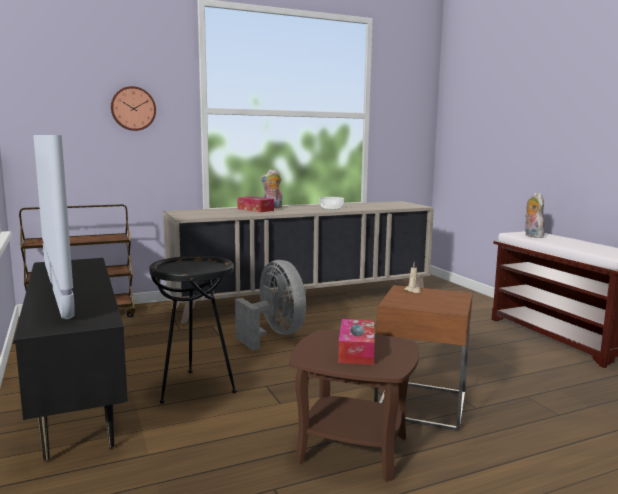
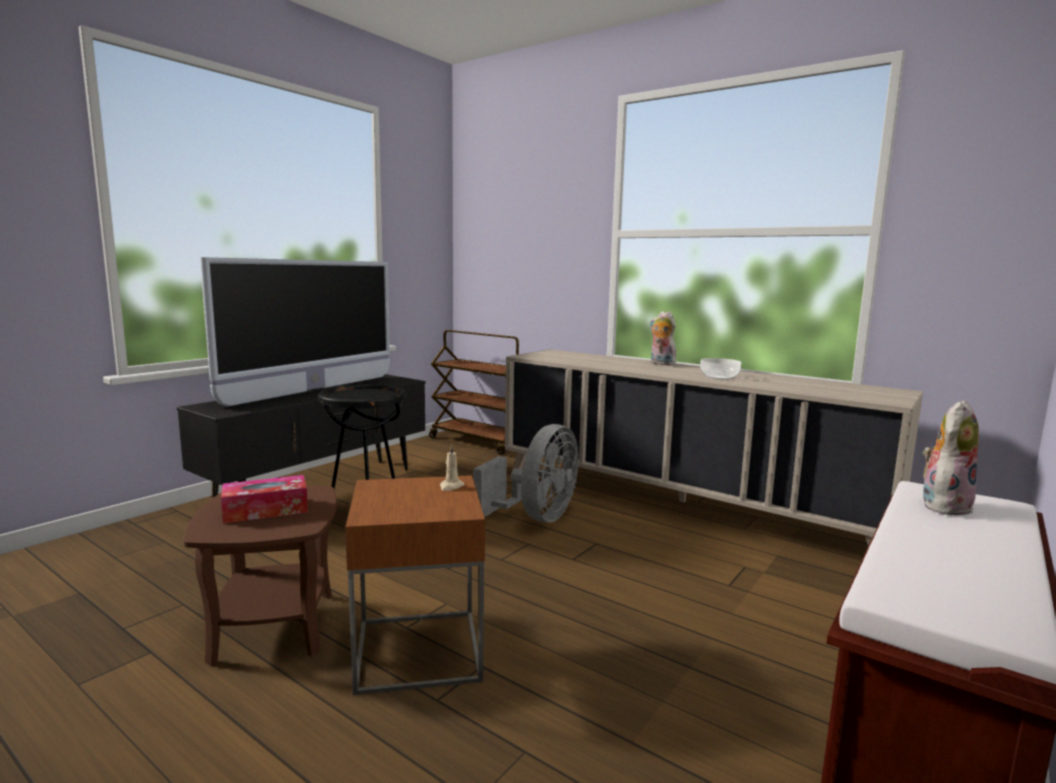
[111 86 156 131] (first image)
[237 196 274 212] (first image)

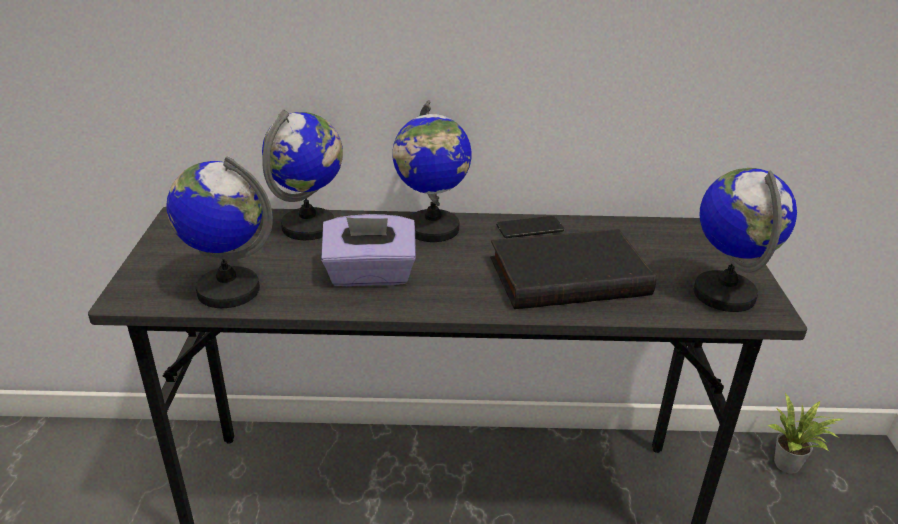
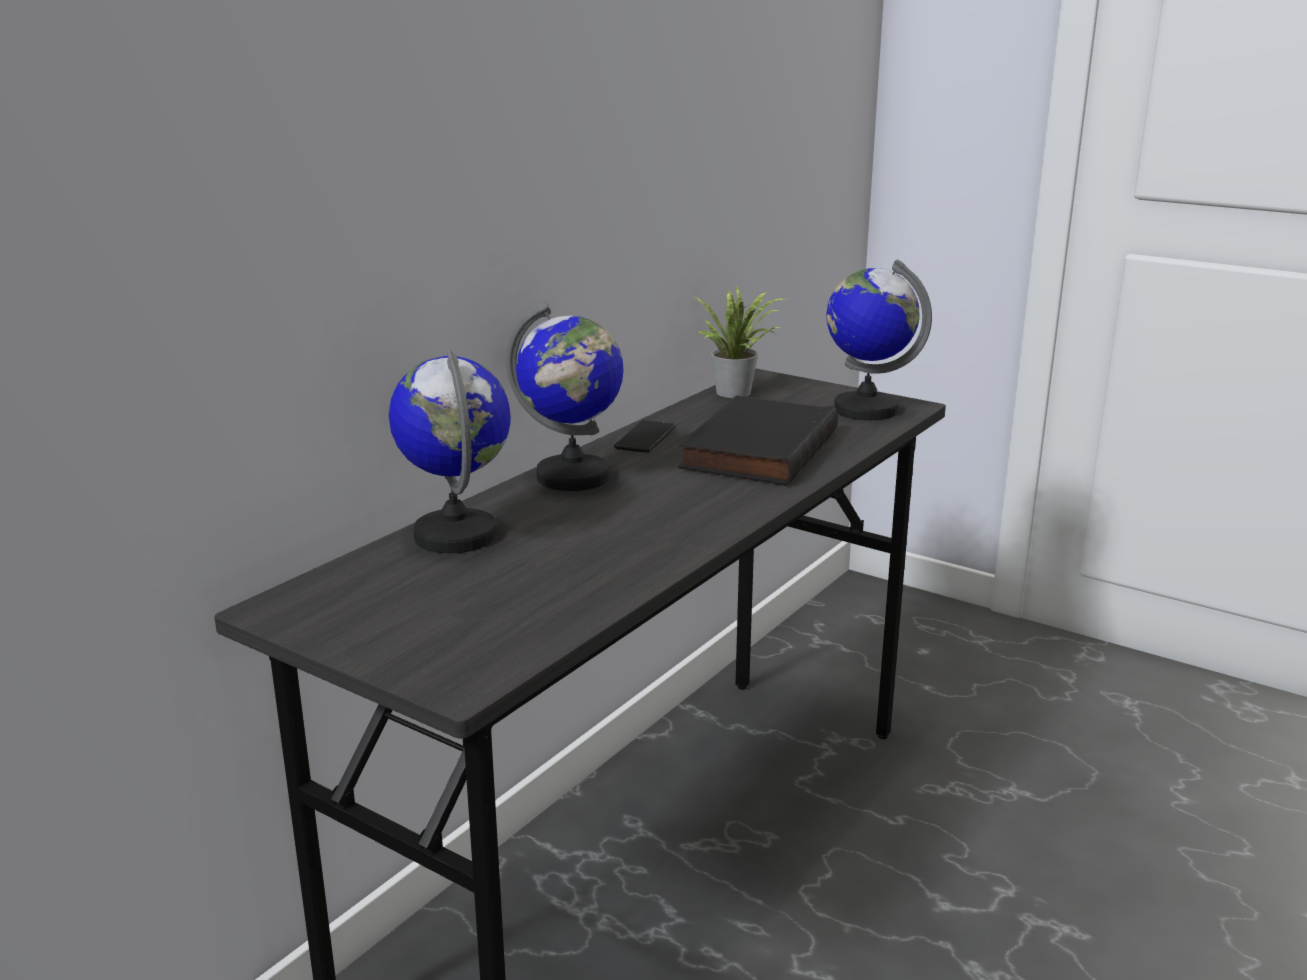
[692 286 788 398]
[167 156 273 308] (first image)
[321 214 416 286] (first image)

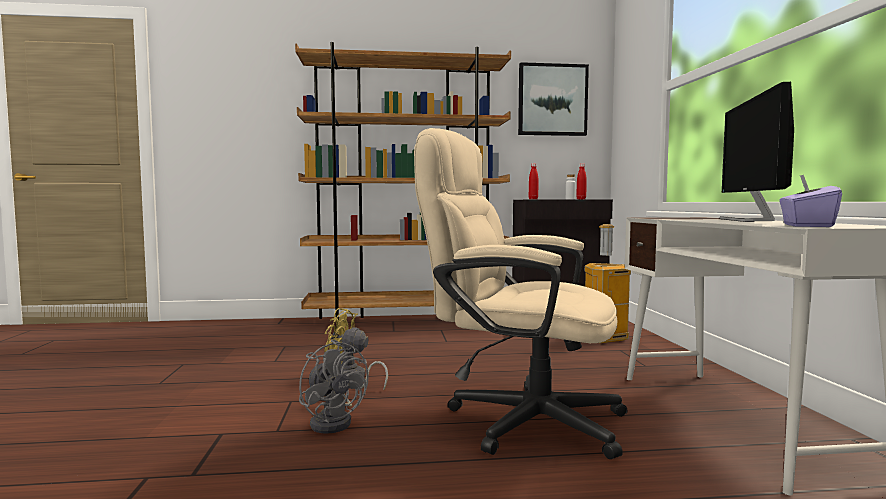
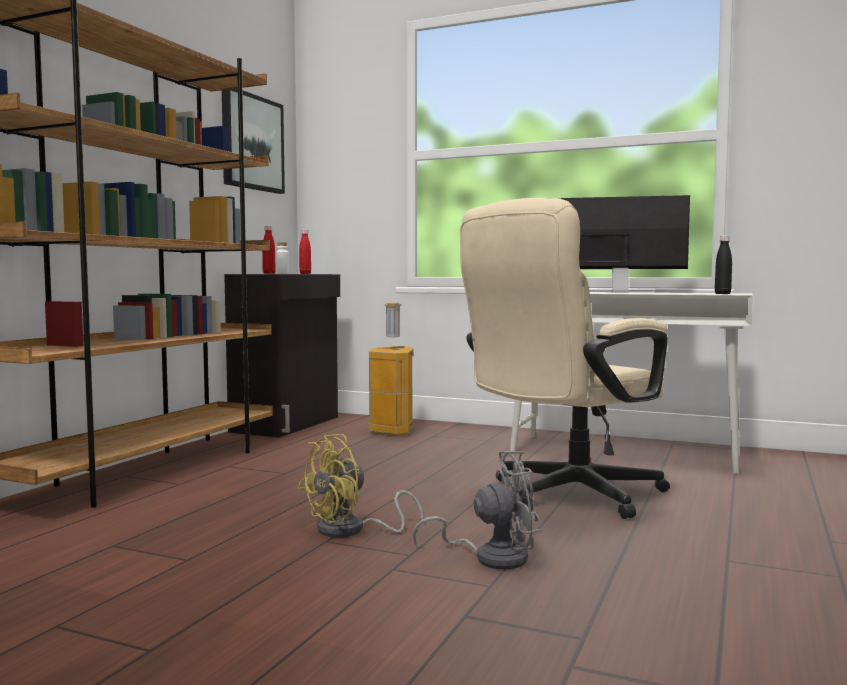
[559 195 690 293]
[715 236 732 294]

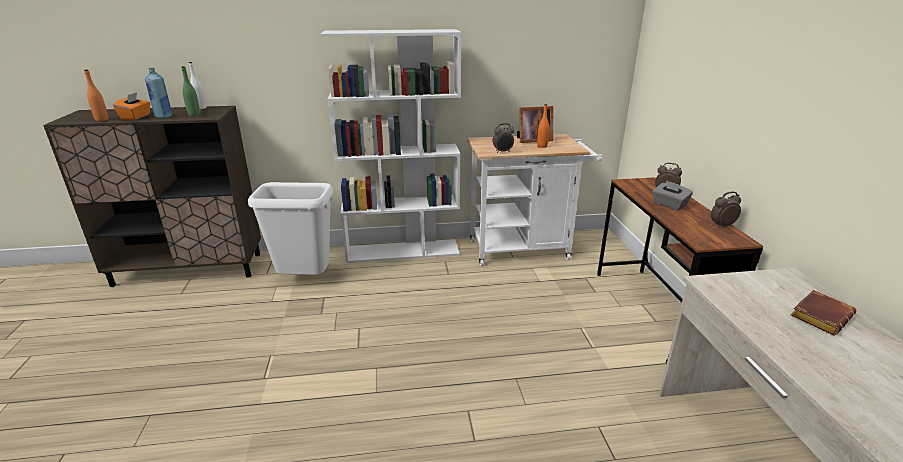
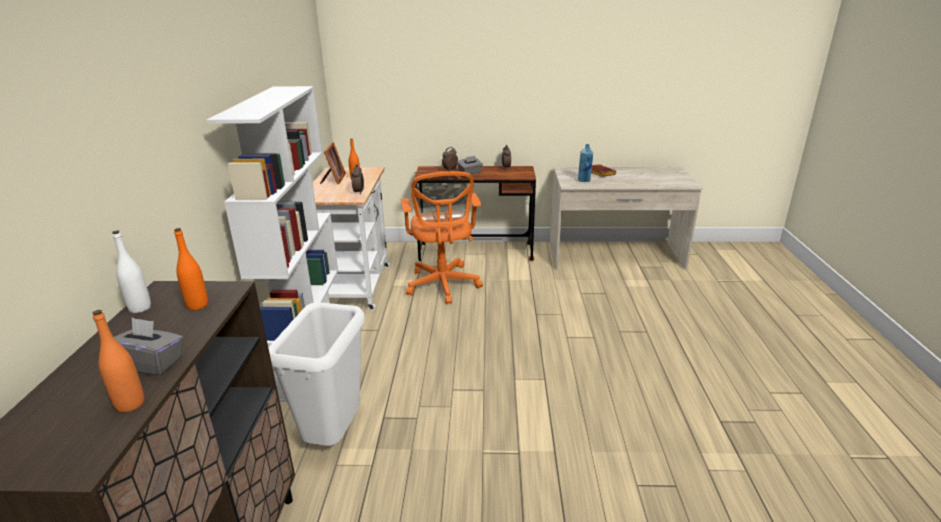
[114 318 184 376]
[174 228 208 310]
[401 171 483 304]
[578 144 593 182]

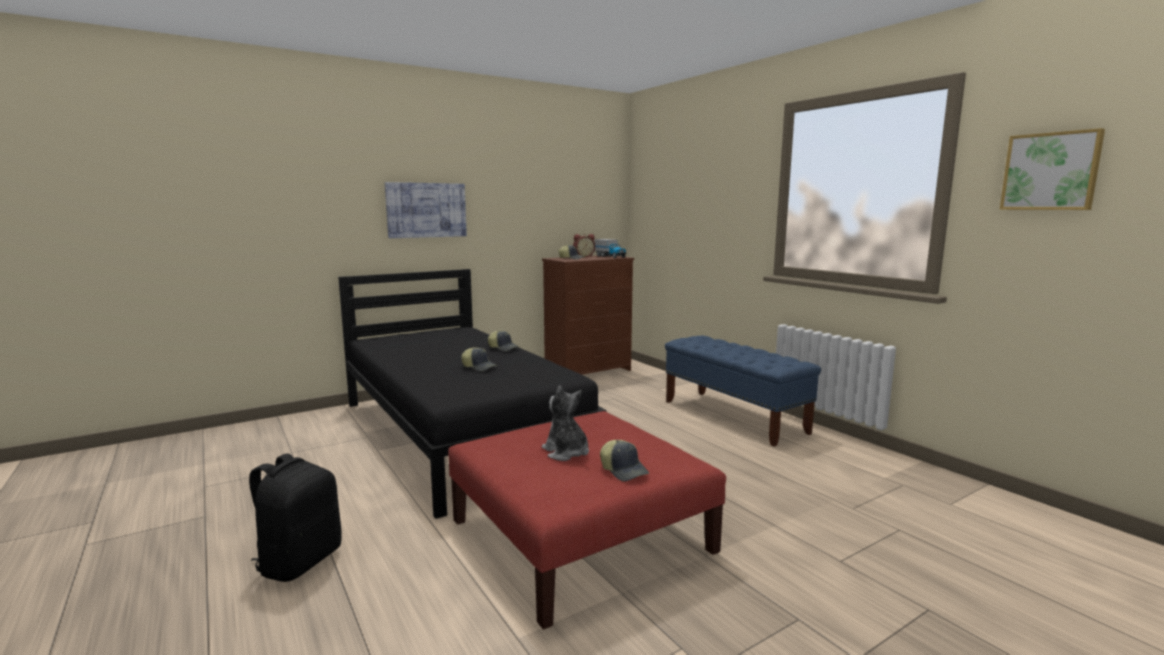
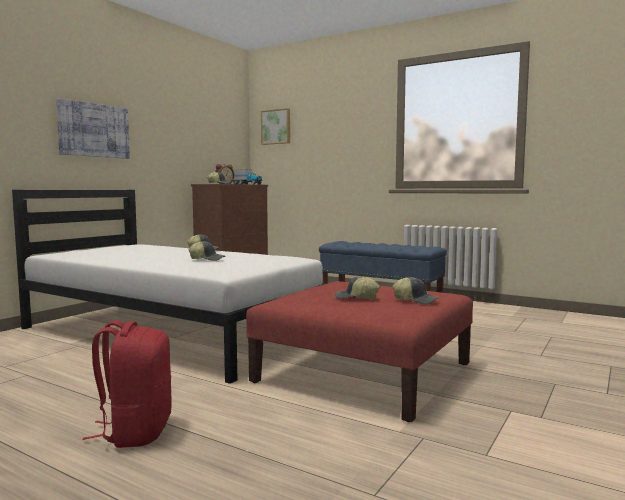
[12 190 325 384]
[83 320 172 448]
[261 108 290 145]
[335 276 380 299]

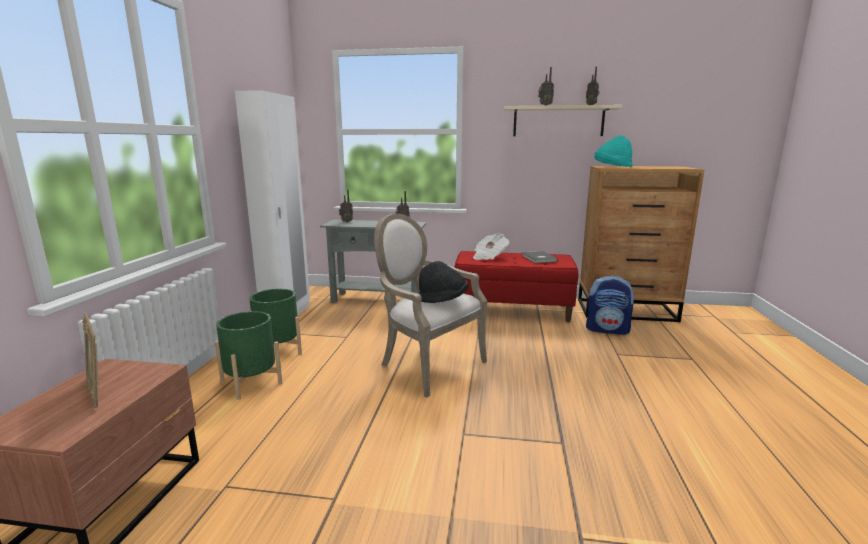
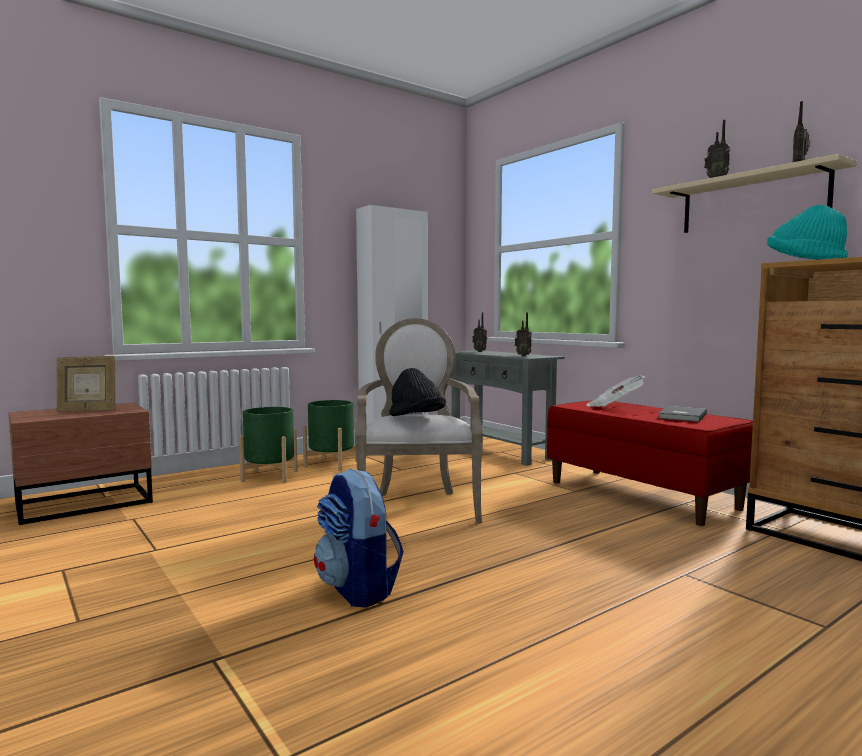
[57 356 115 411]
[314 469 404 608]

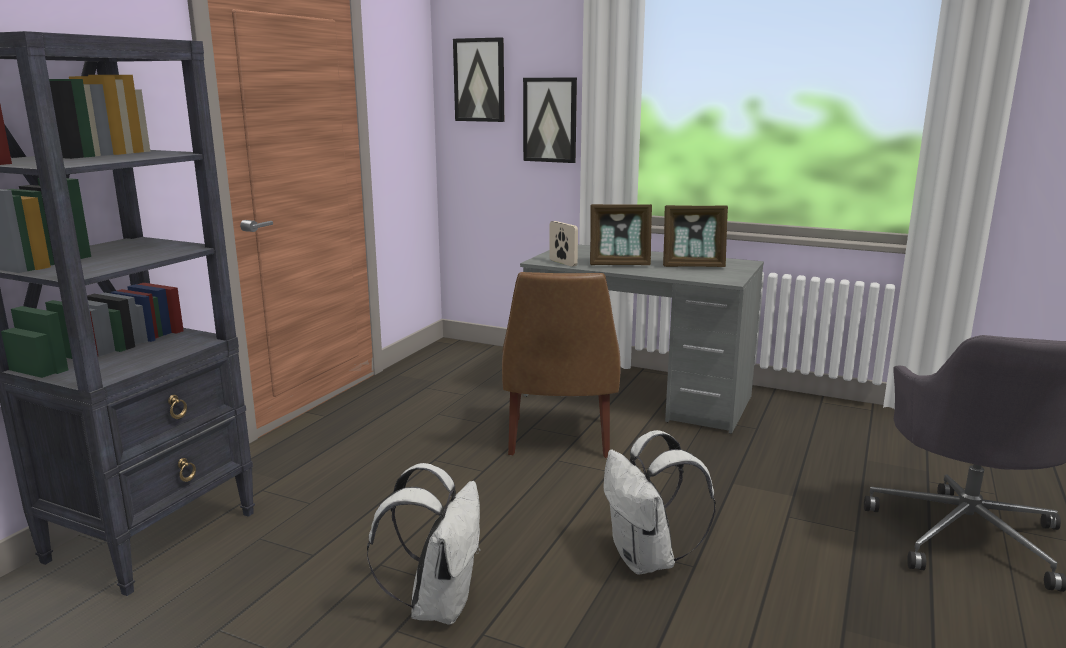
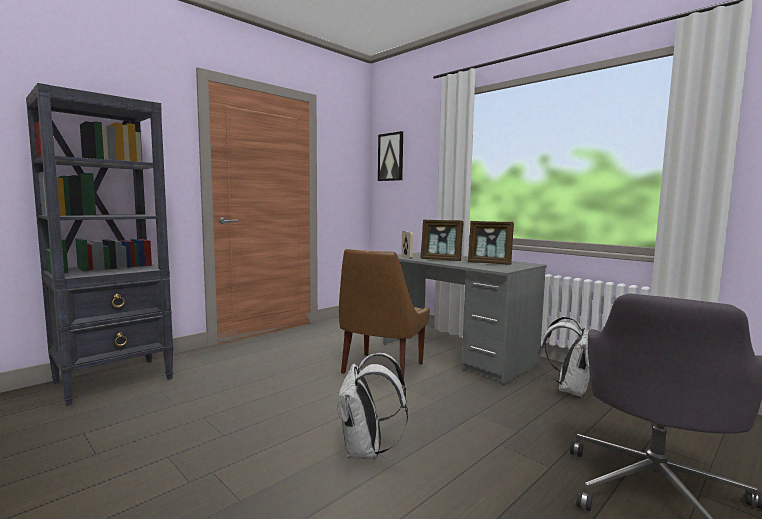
[538 316 590 397]
[523 78 577 163] (first image)

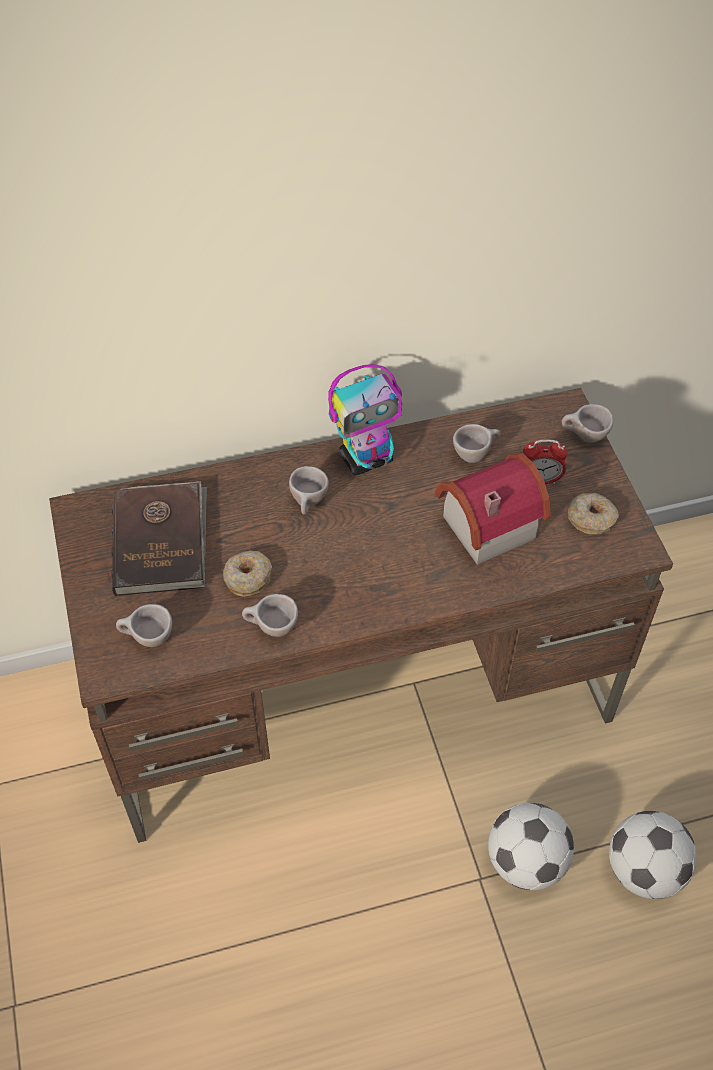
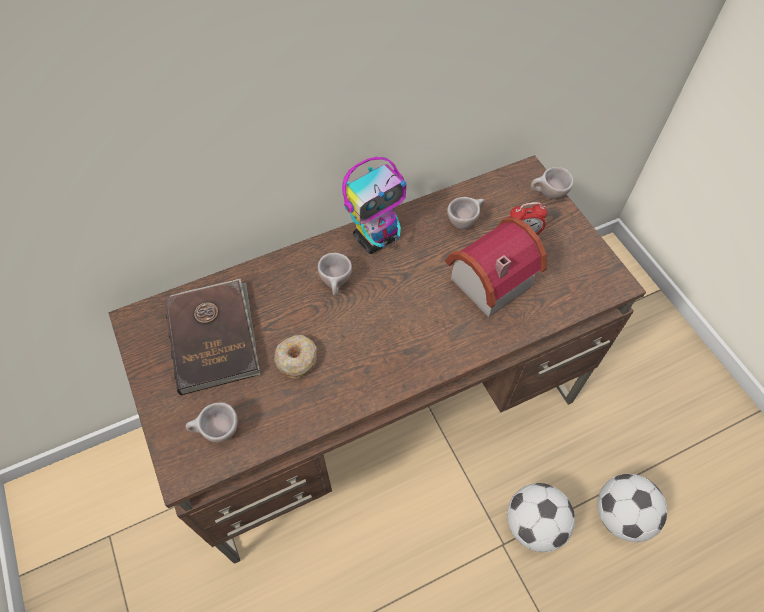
[242 594 298 637] (first image)
[568 493 619 534] (first image)

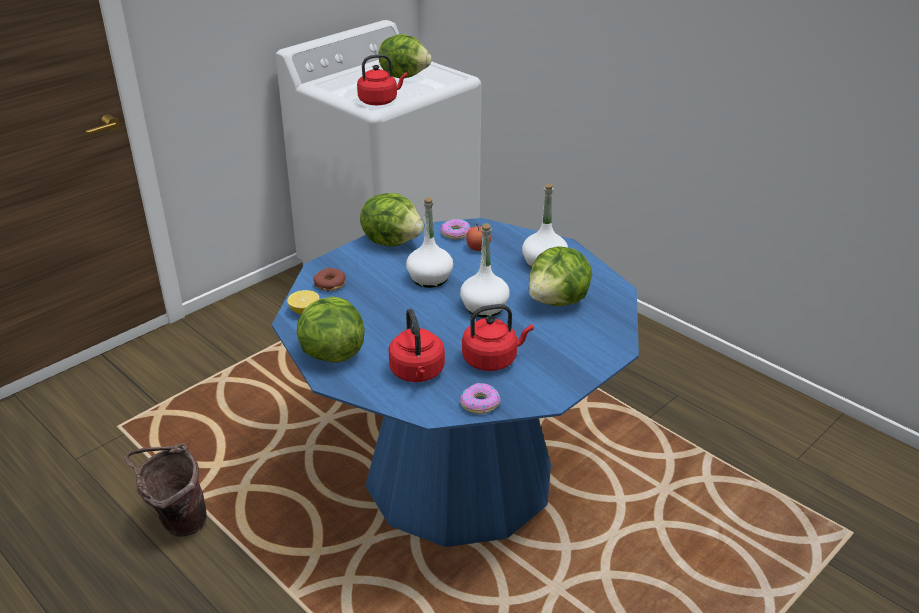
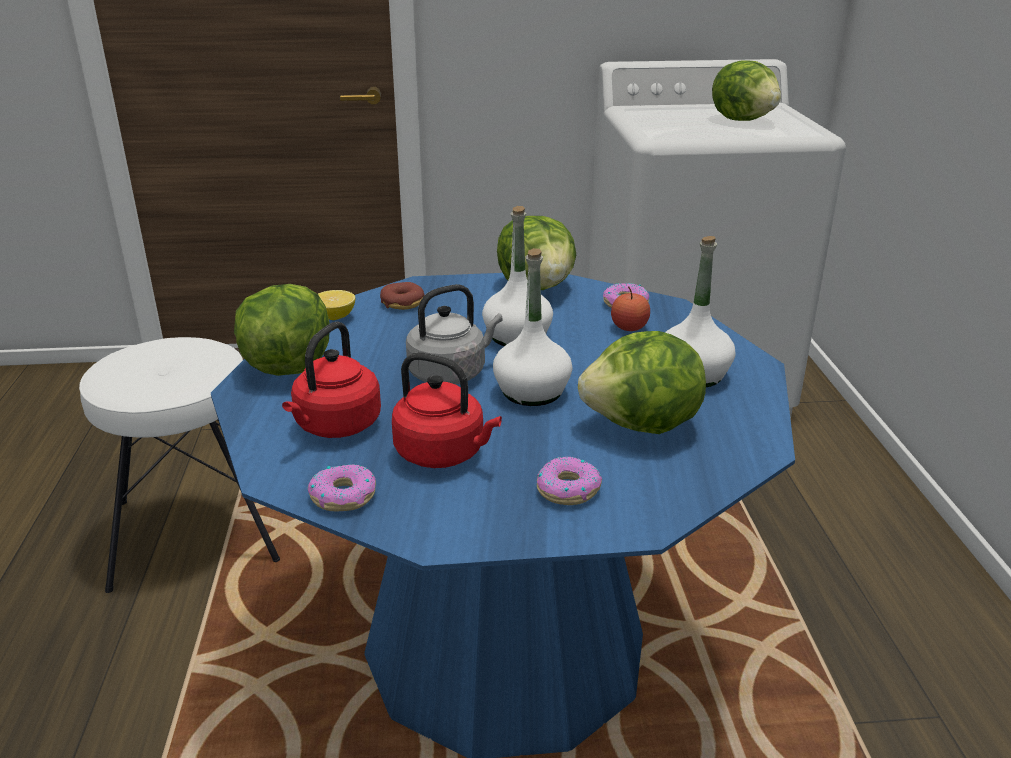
[79 337 280 593]
[406 284 503 385]
[537 457 602 505]
[357 54 408 105] (first image)

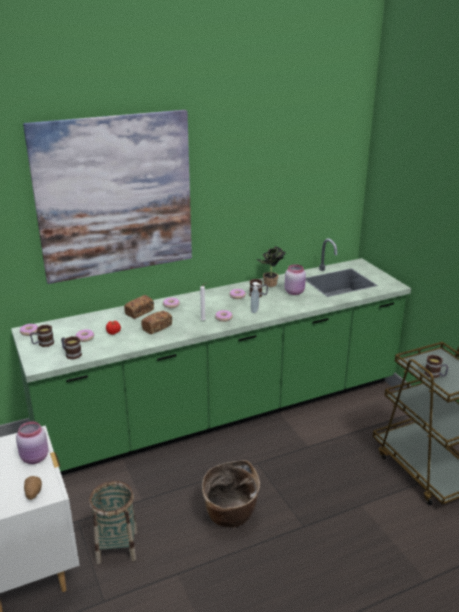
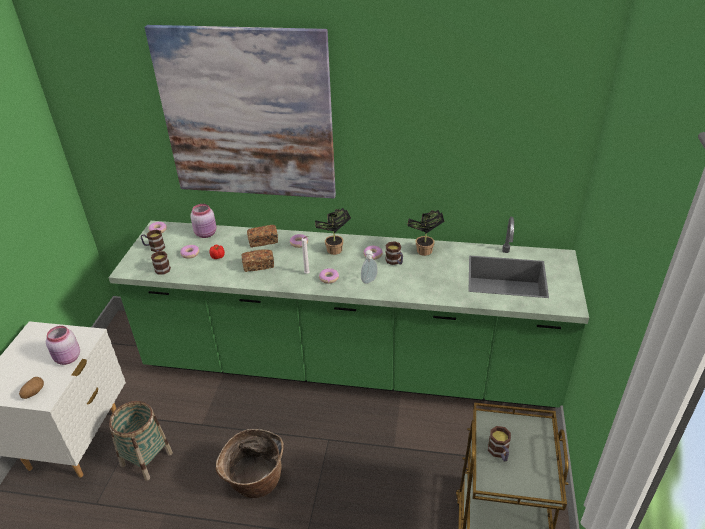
[190 204 216 238]
[315 208 351 255]

